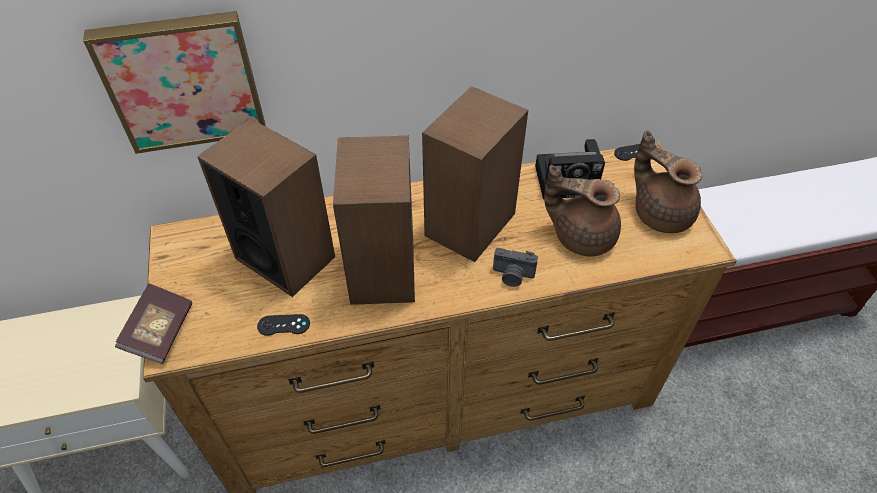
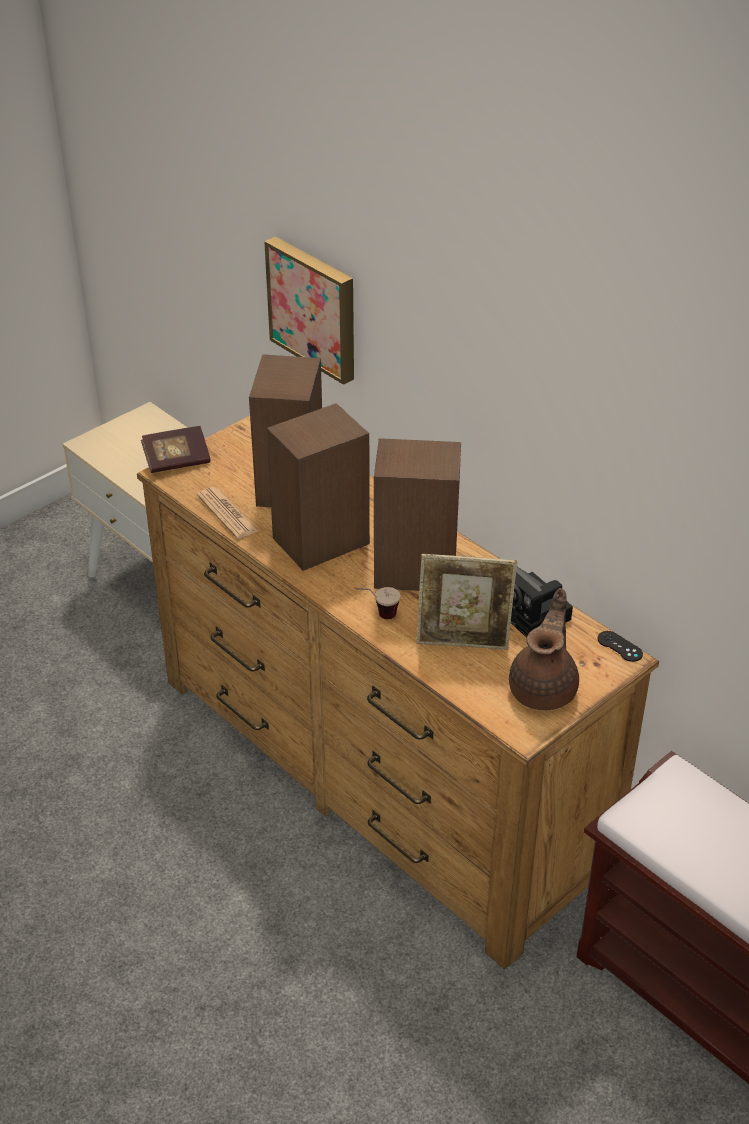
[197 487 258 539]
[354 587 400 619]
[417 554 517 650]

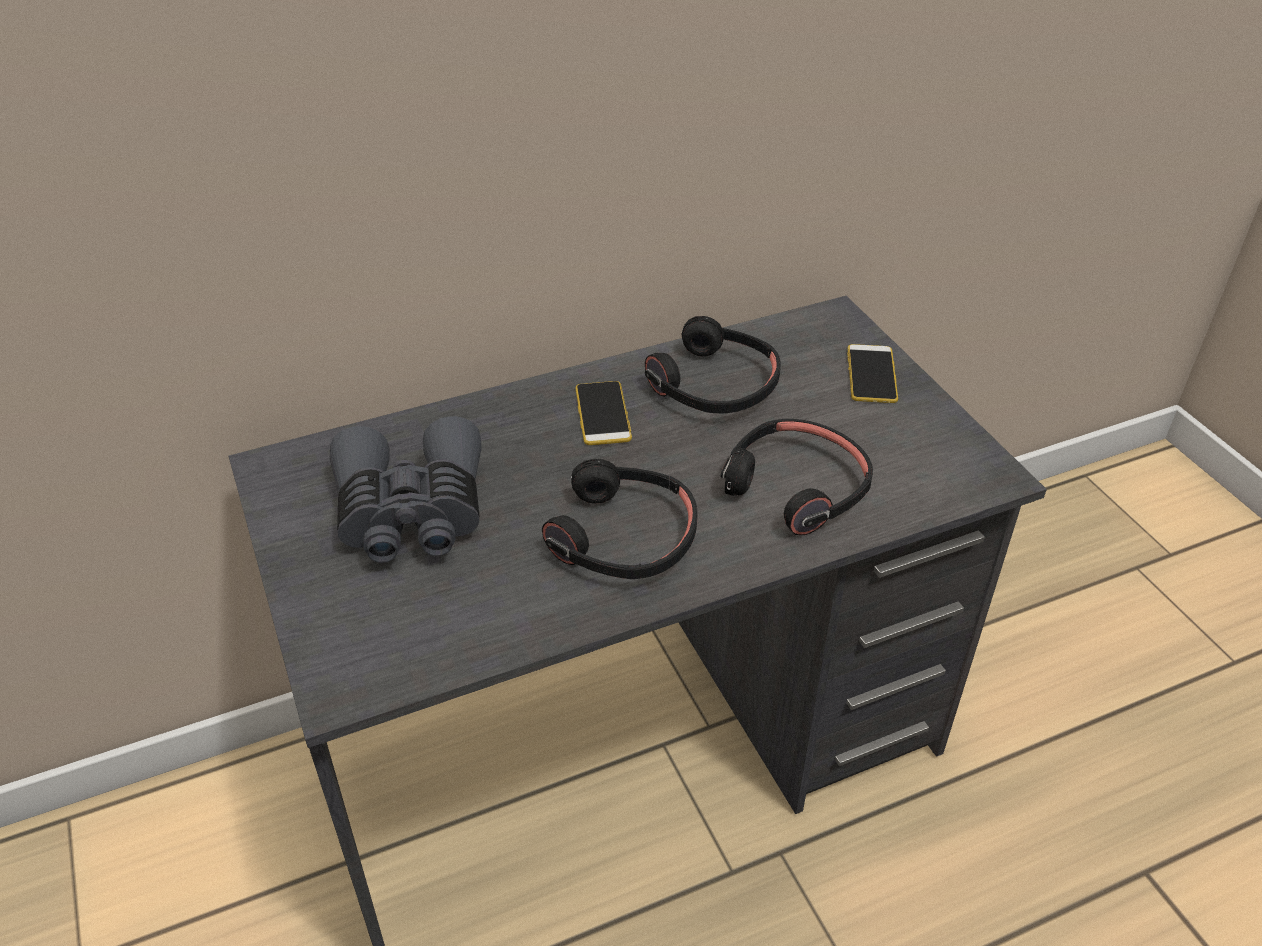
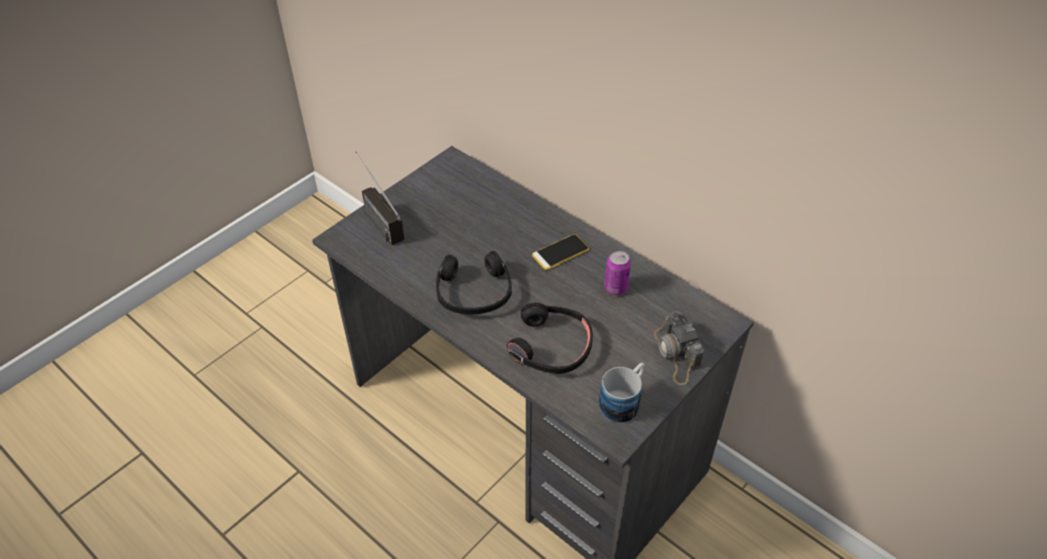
[355 152 404 245]
[599 363 645 423]
[604 251 631 295]
[654 311 704 385]
[330 416 481 563] (first image)

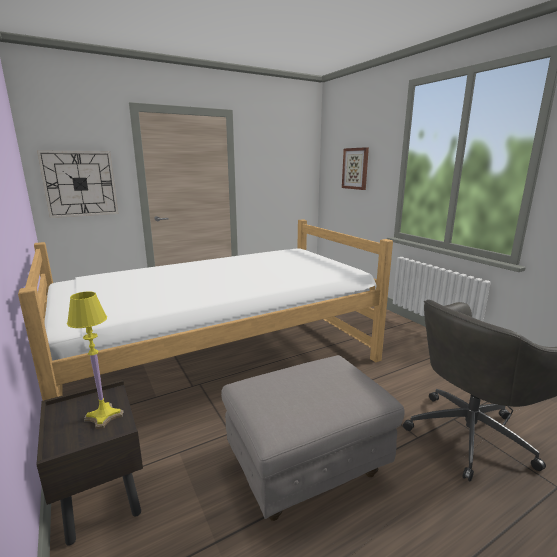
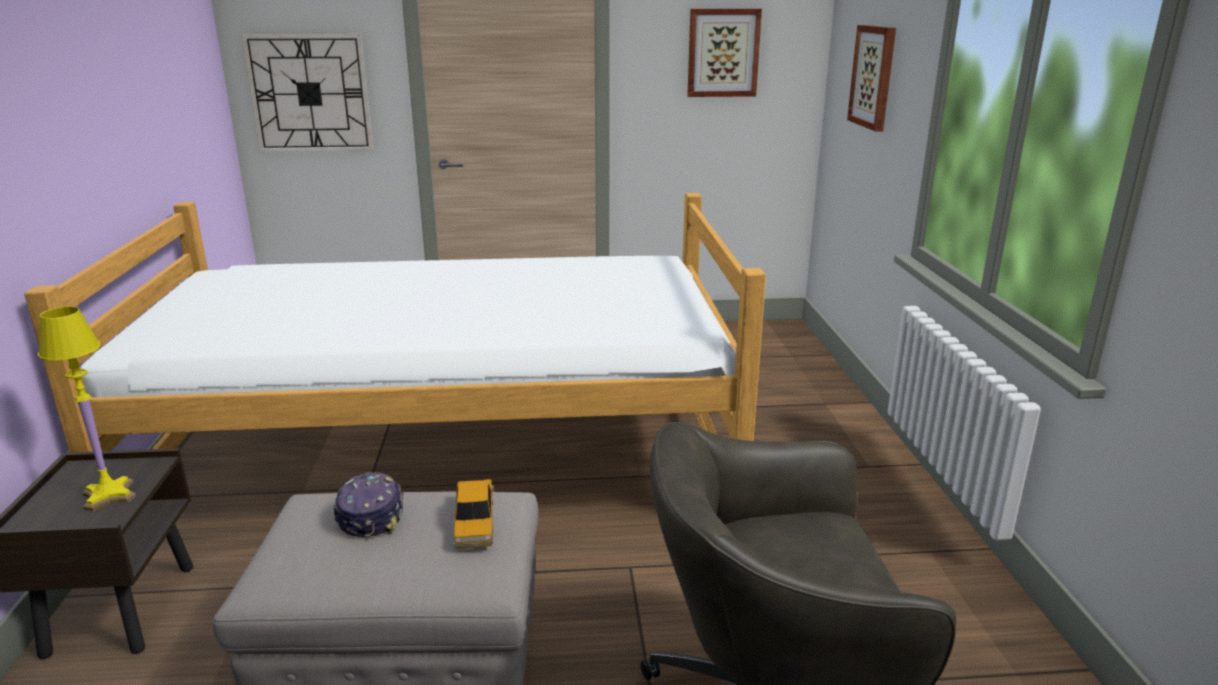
[334 472 404 537]
[454 479 493 549]
[687 9 762 97]

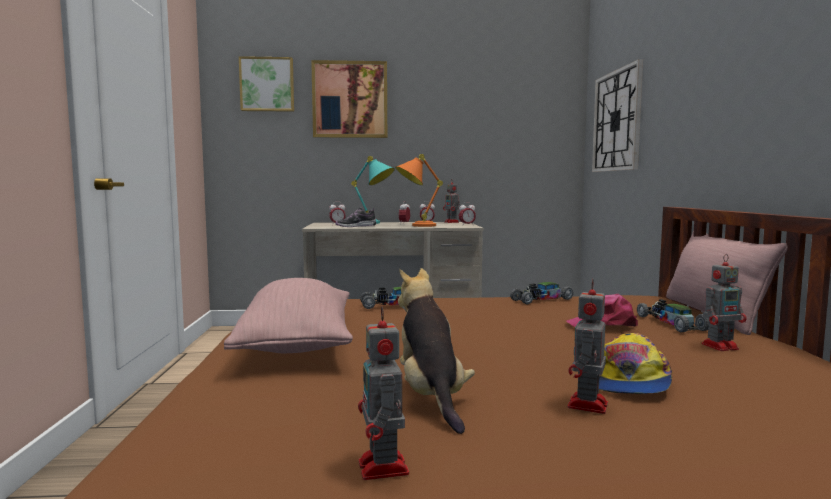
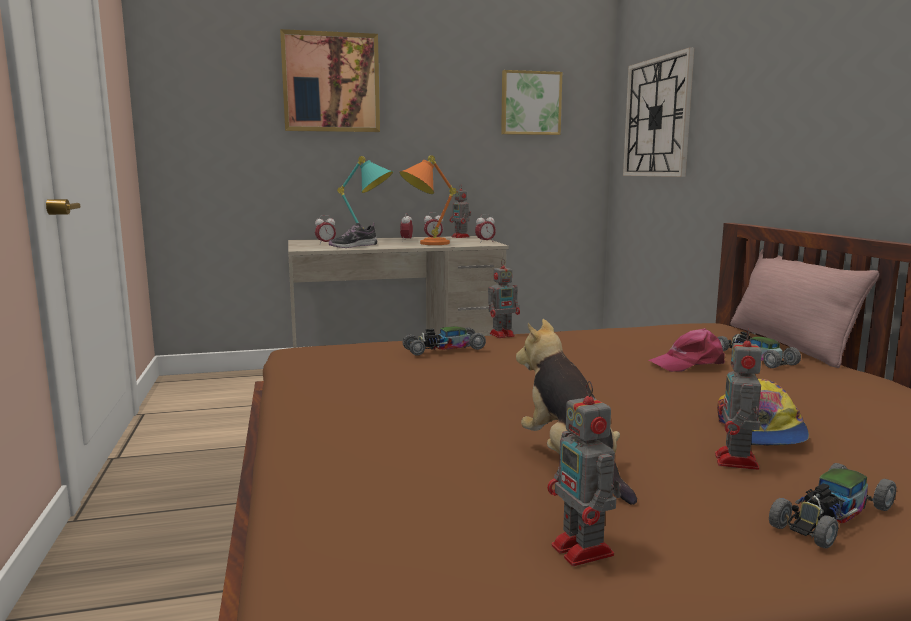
[488 259 520 338]
[501 70 562 135]
[769 463 896 549]
[224 278 353 353] (first image)

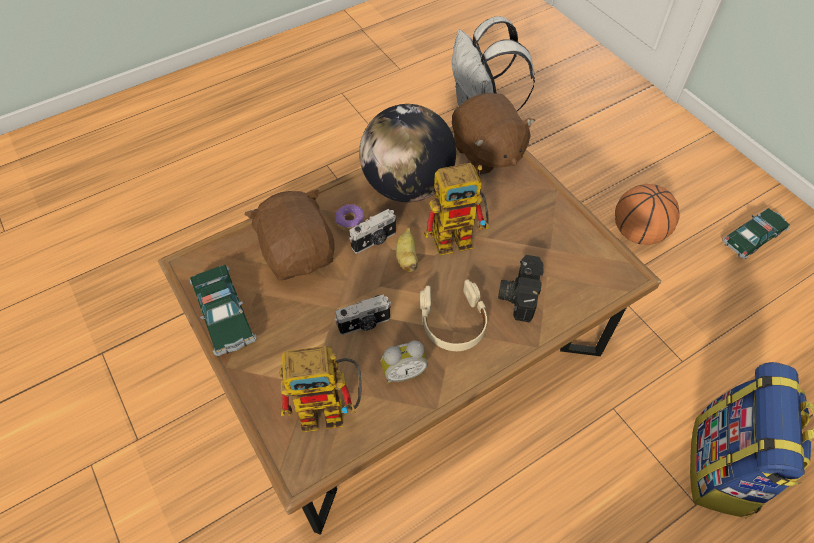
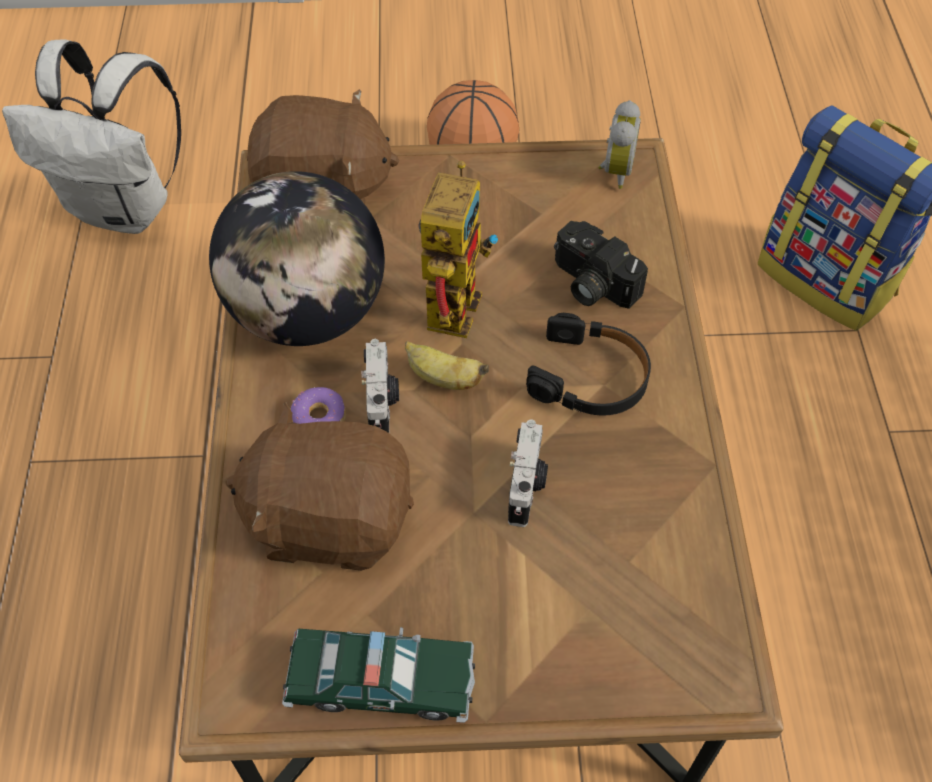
[526 313 651 416]
[598 100 641 189]
[279 346 362 432] (first image)
[722 208 790 259] (first image)

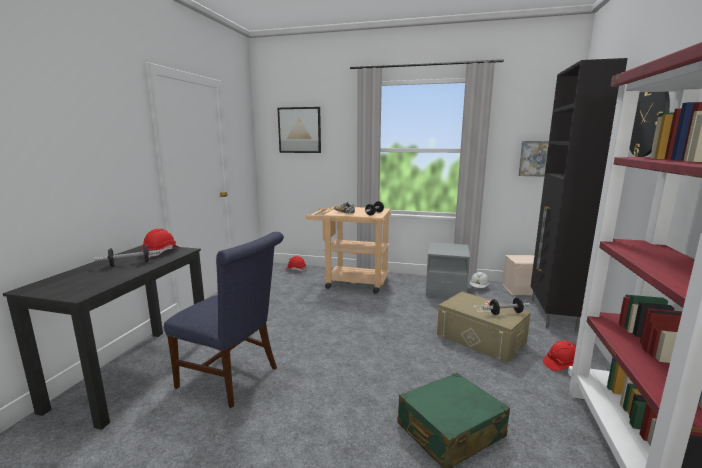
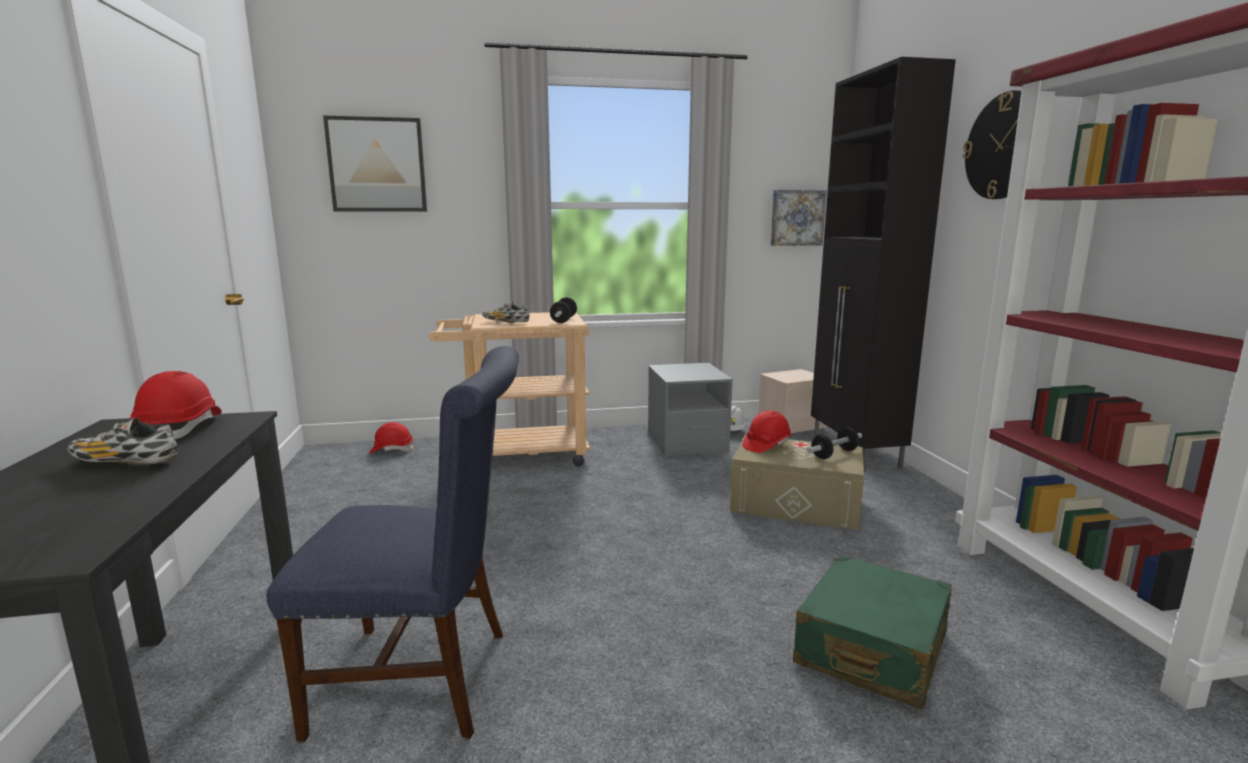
[67 417 178 464]
[742 410 792 453]

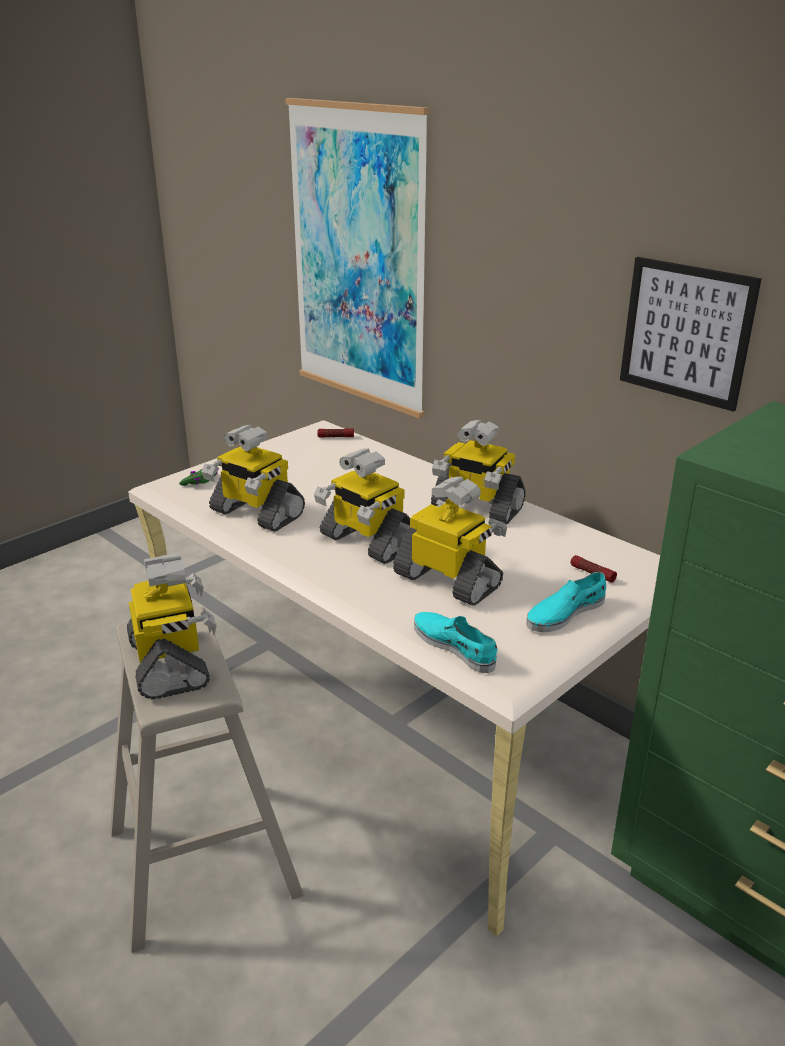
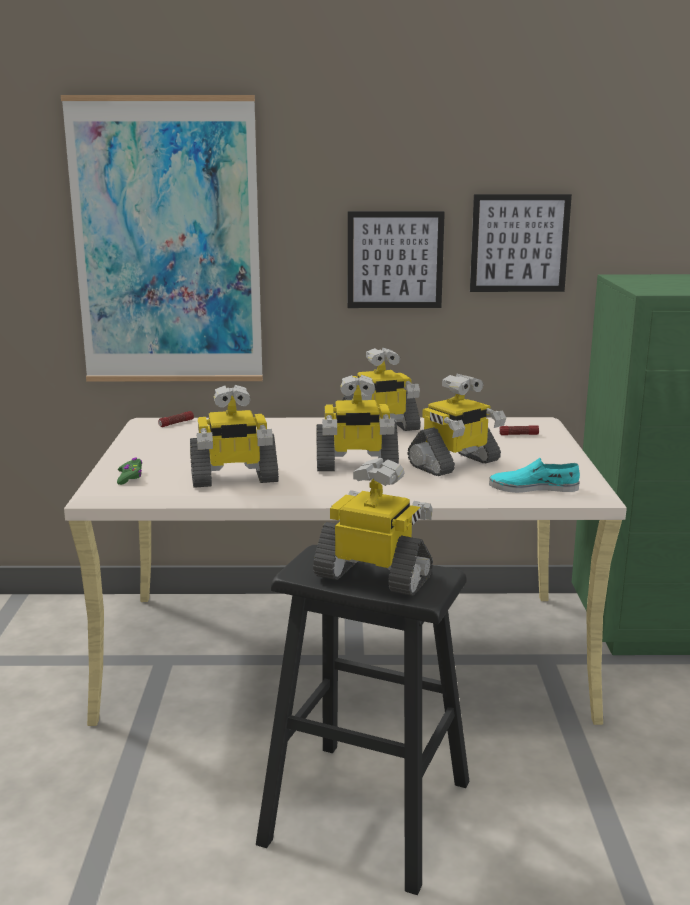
[256 545 469 895]
[348 211 445 308]
[408 374 506 476]
[526 572 606 632] (first image)

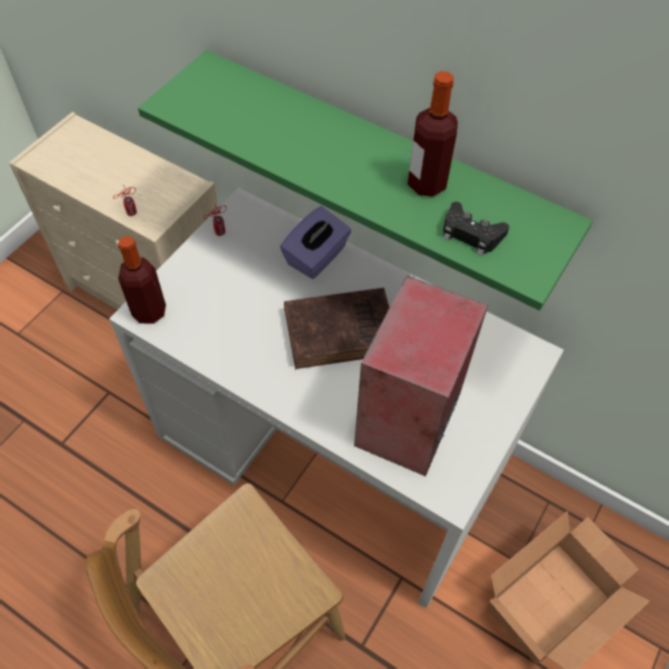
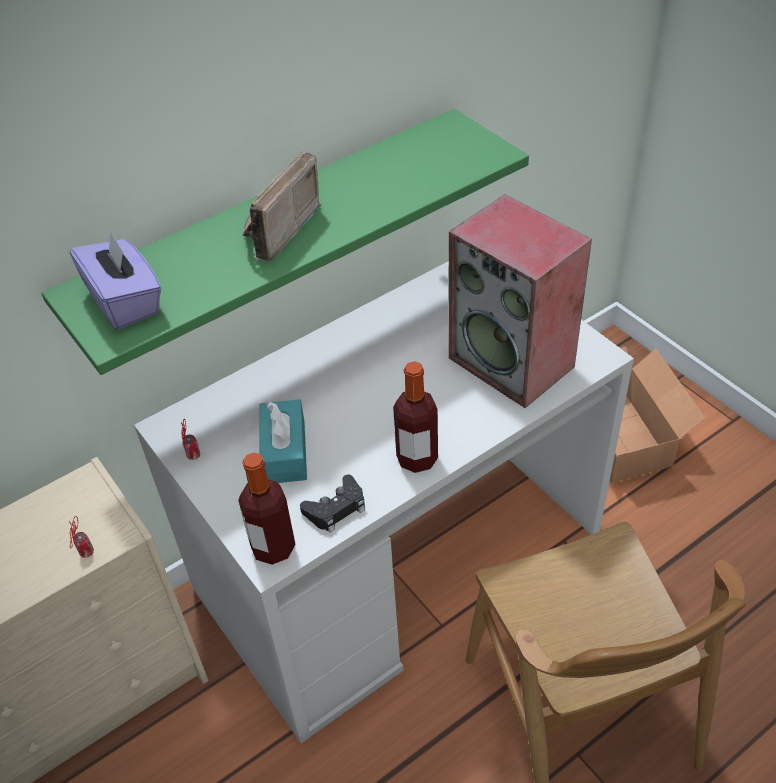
[70 230 162 330]
[242 151 321 262]
[259 399 307 483]
[300 474 365 532]
[393 361 438 473]
[284 288 390 369] (first image)

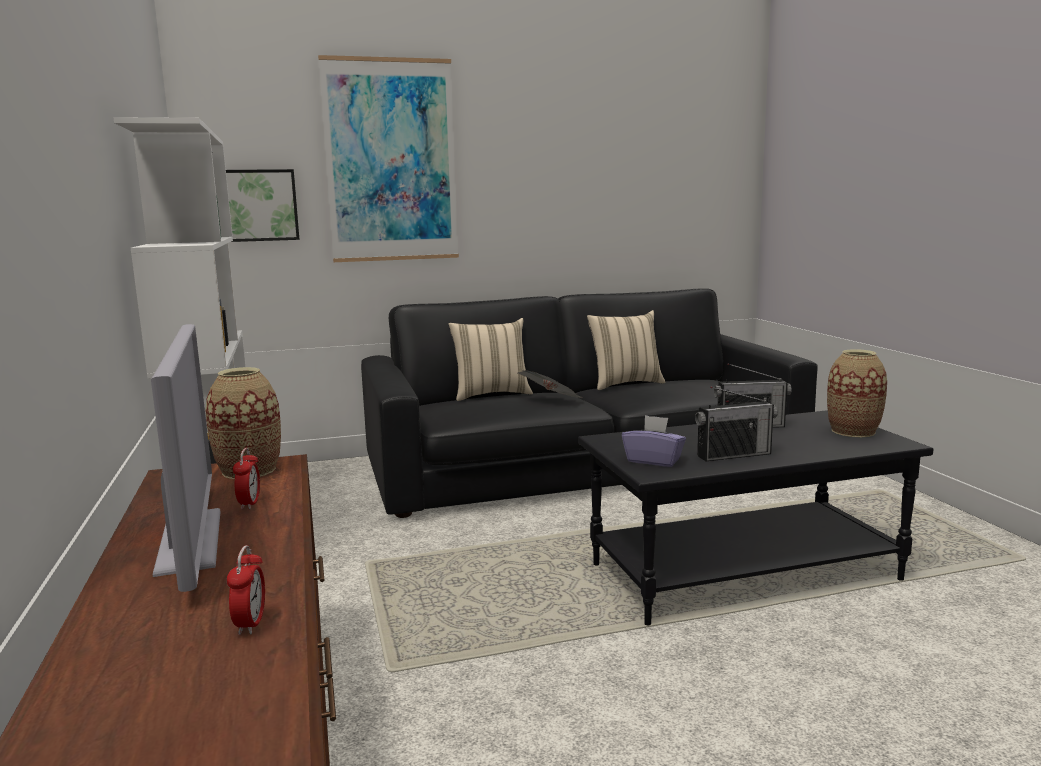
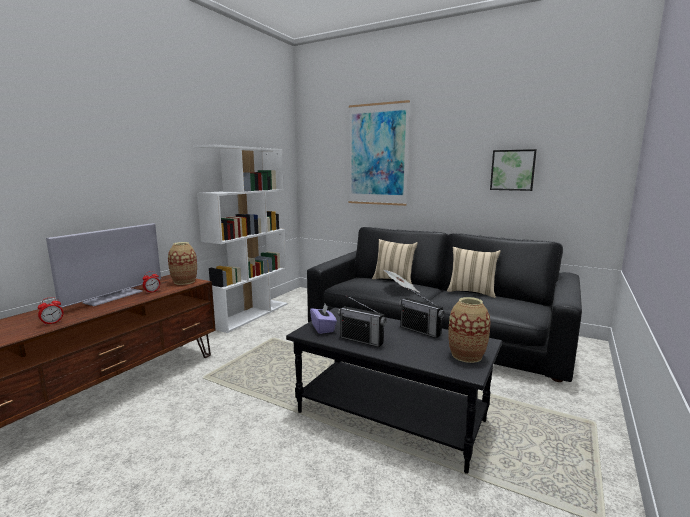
[490 149 537 191]

